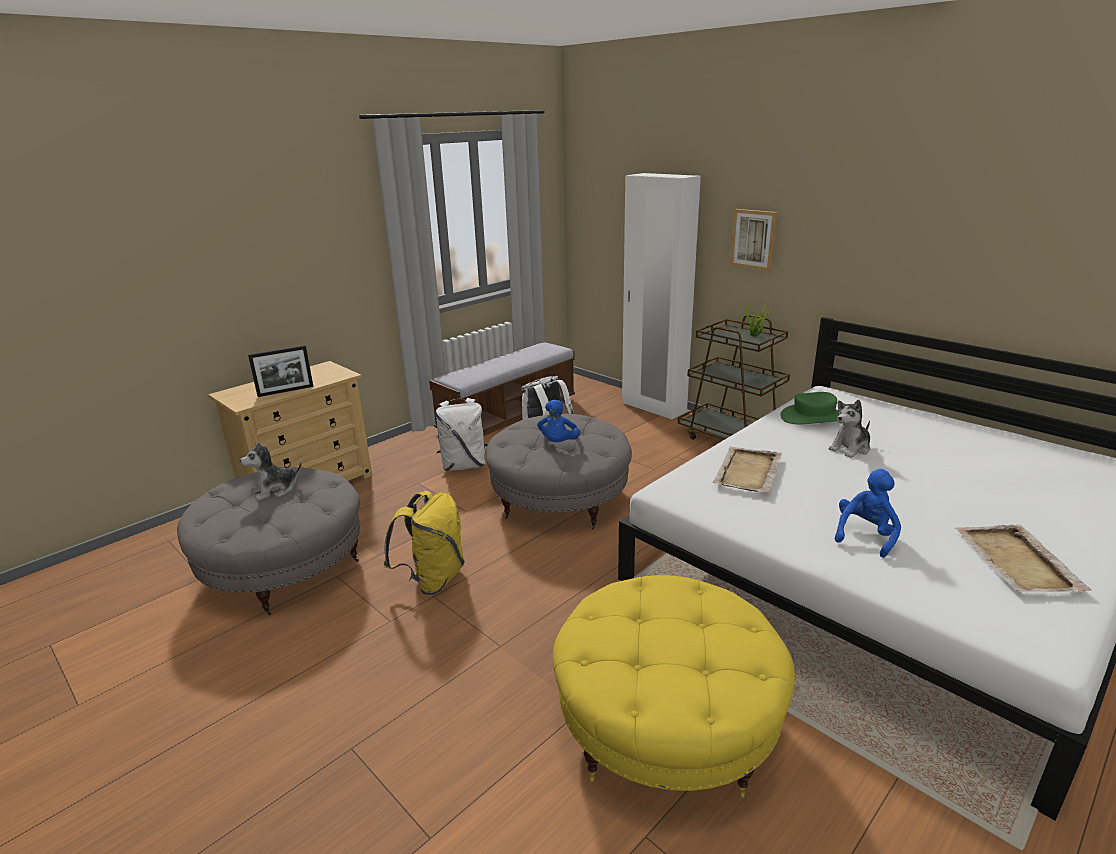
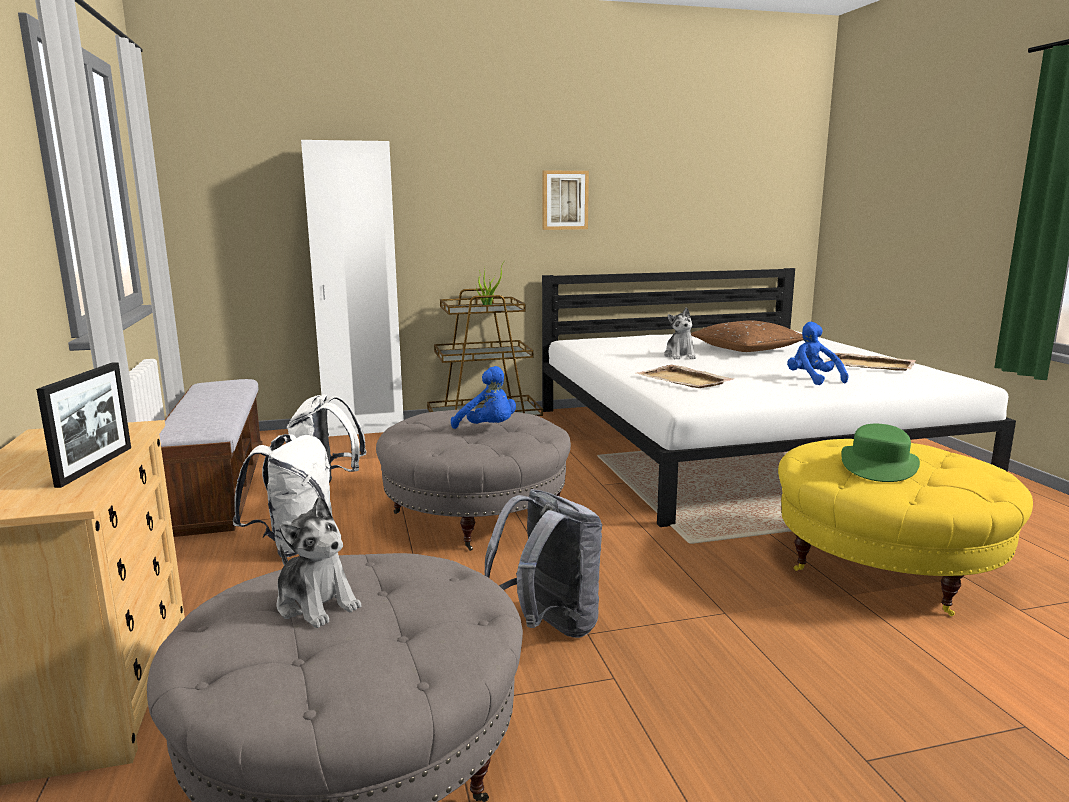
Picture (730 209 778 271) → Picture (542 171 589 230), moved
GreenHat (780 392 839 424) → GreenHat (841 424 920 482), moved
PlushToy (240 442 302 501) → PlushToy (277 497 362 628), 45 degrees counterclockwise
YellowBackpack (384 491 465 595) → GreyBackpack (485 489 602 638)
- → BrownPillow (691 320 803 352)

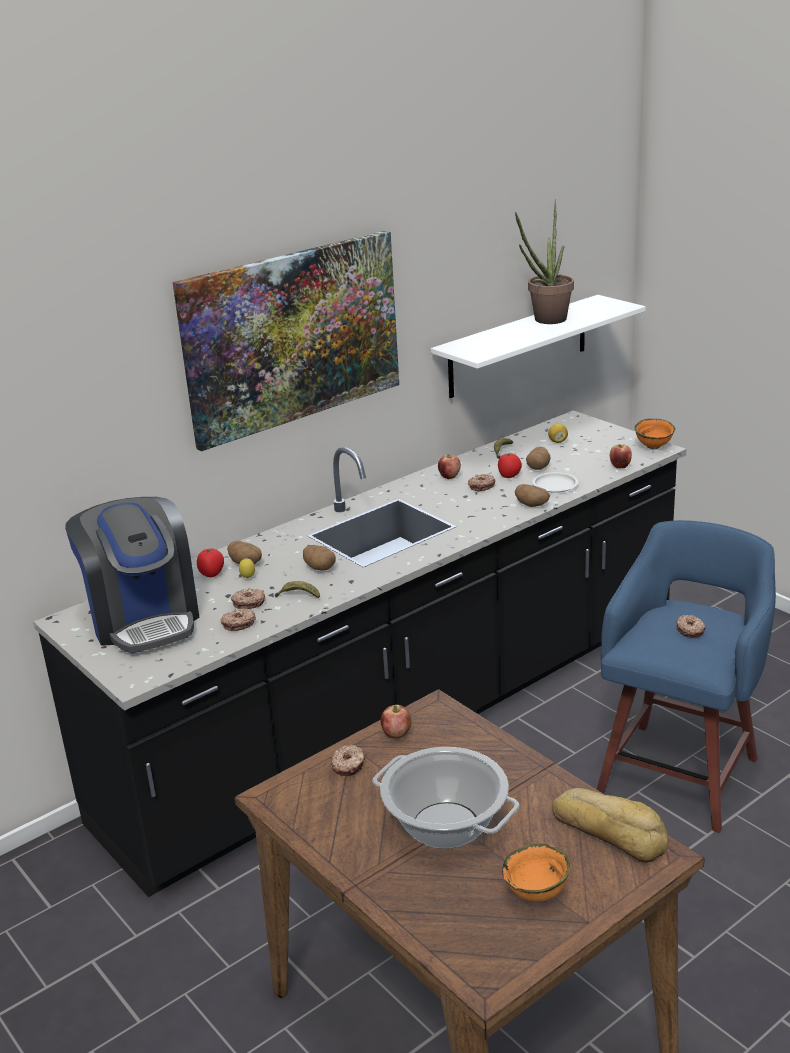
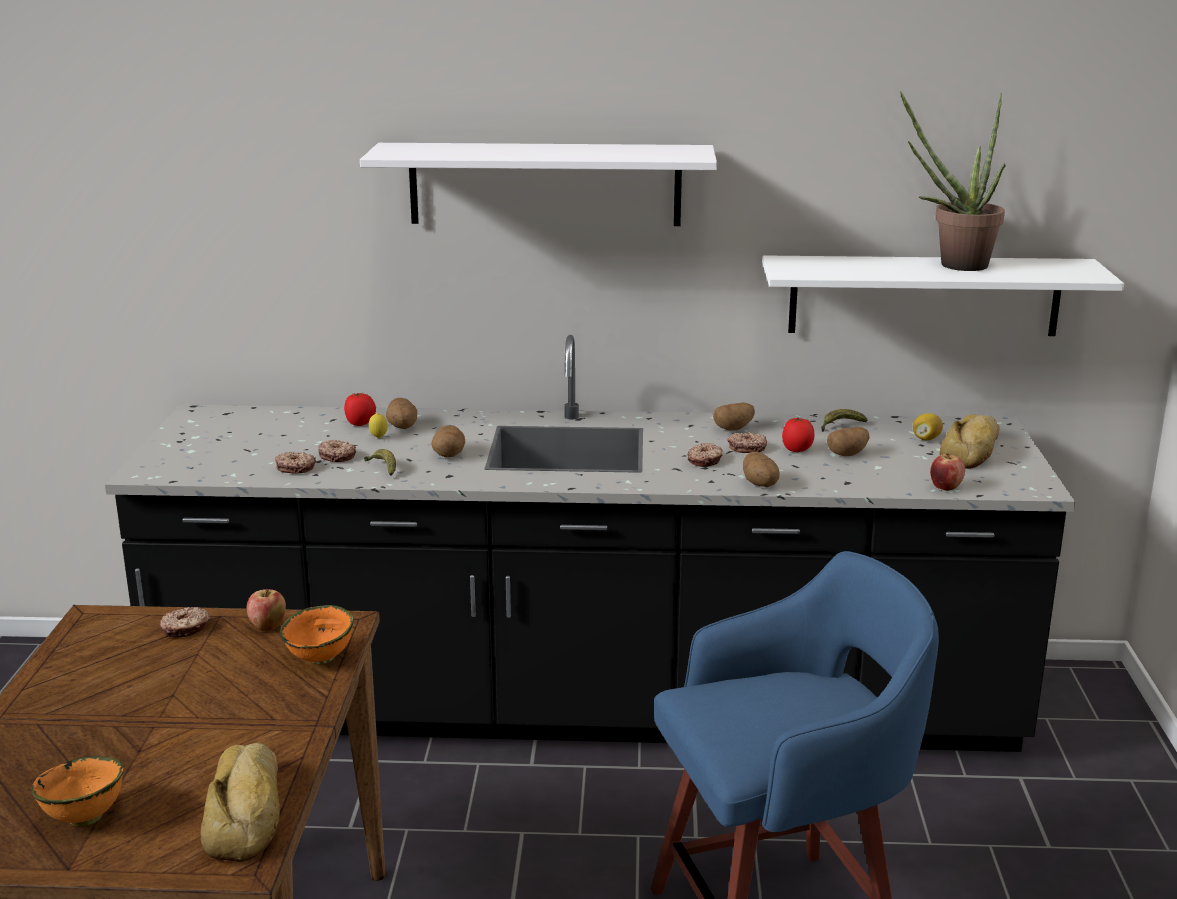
Picture (173 231 399 451) → WhiteShelf (360 143 717 226)
OrangeBowl (634 419 675 449) → OrangeBowl (279 605 354 664), moved
Apple (438 454 461 479) → Potato (713 403 755 431)
WhitePlate (532 472 578 493) → -
CoffeeMachine (65 497 200 654) → -
Donut (676 615 706 638) → Donut (687 443 723 467), moved
CookingPot (373 747 519 849) → -
- → Bread (940 414 999 469)

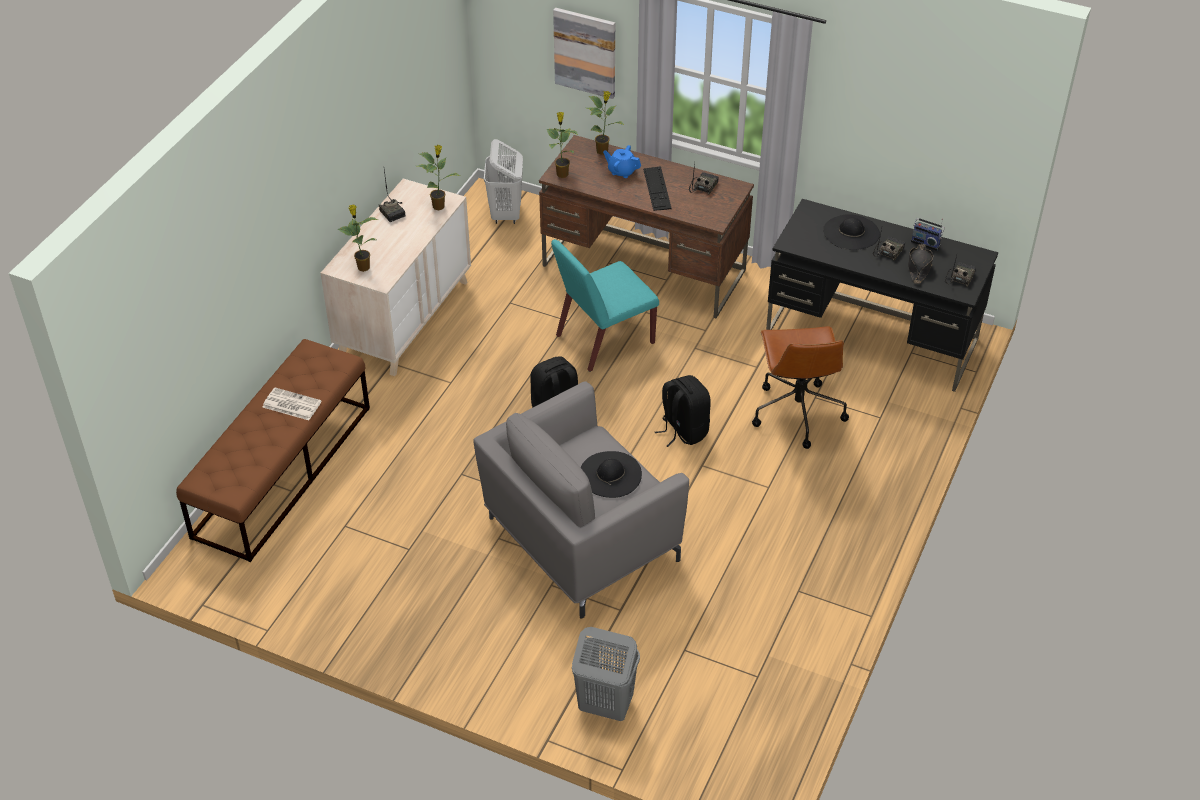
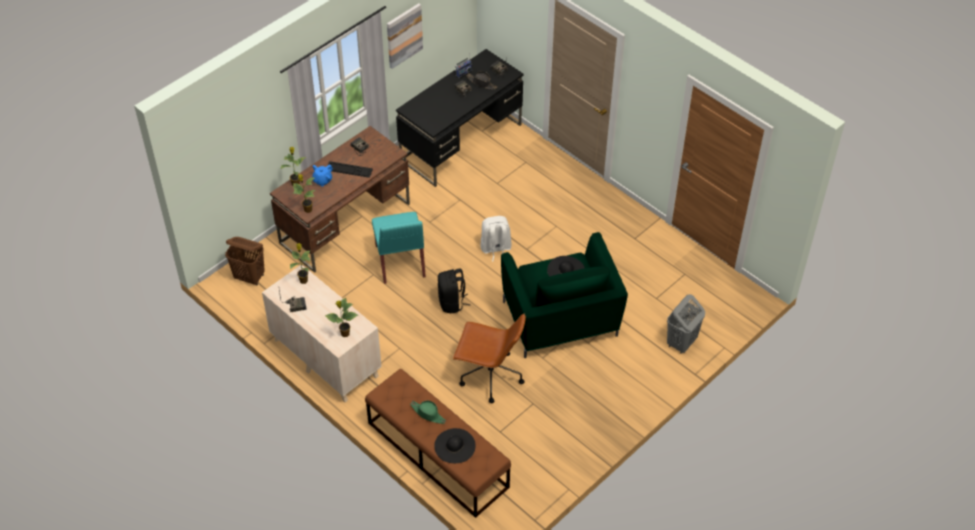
Picture (553 8 615 99) → Picture (387 3 423 69), moved
WhiteLaundryBasket (484 139 523 224) → BrownLaundryBasket (225 237 265 285)
BlackHat (823 214 880 250) → BlackHat (434 428 476 463), moved
BrownOfficeChair (752 326 849 449) → BrownOfficeChair (453 314 526 403), moved
BlackBackpack (655 375 711 447) → WhiteBackpack (480 216 512 262)
GreyArmchair (473 381 689 618) → GreenArmchair (501 232 628 358)
Newspaper (263 387 321 420) → GreenHat (410 400 446 424)

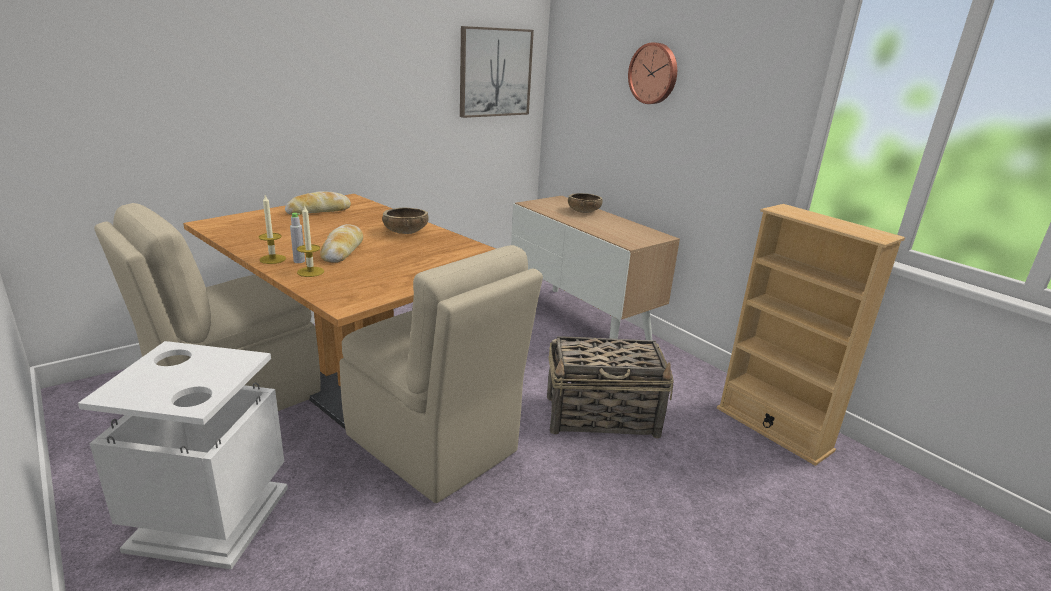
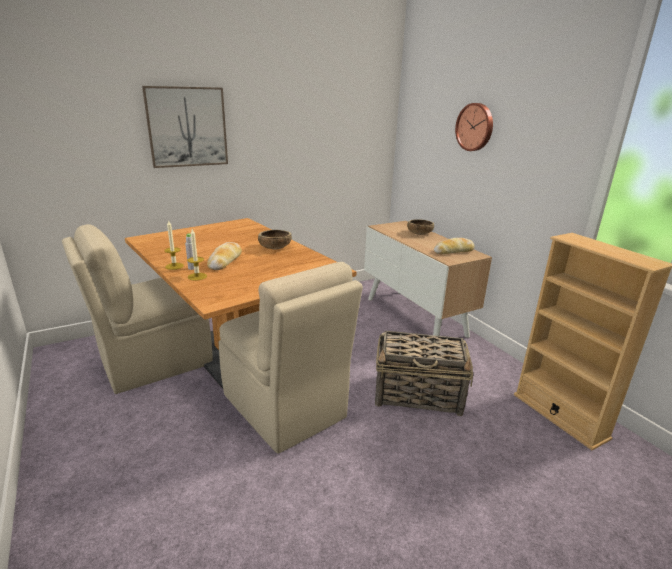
Picture (460 26 534 118) → Picture (142 86 228 168), moved
Bread (285 192 351 215) → Bread (434 238 475 254), moved
WhiteTrashCan (78 341 288 570) → -

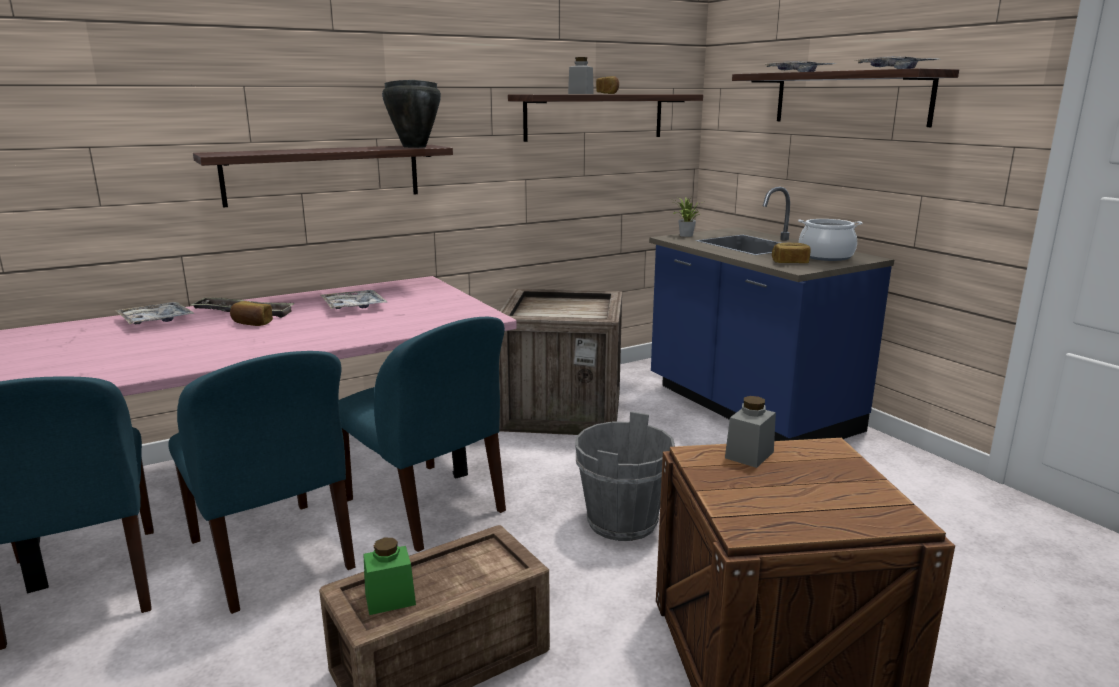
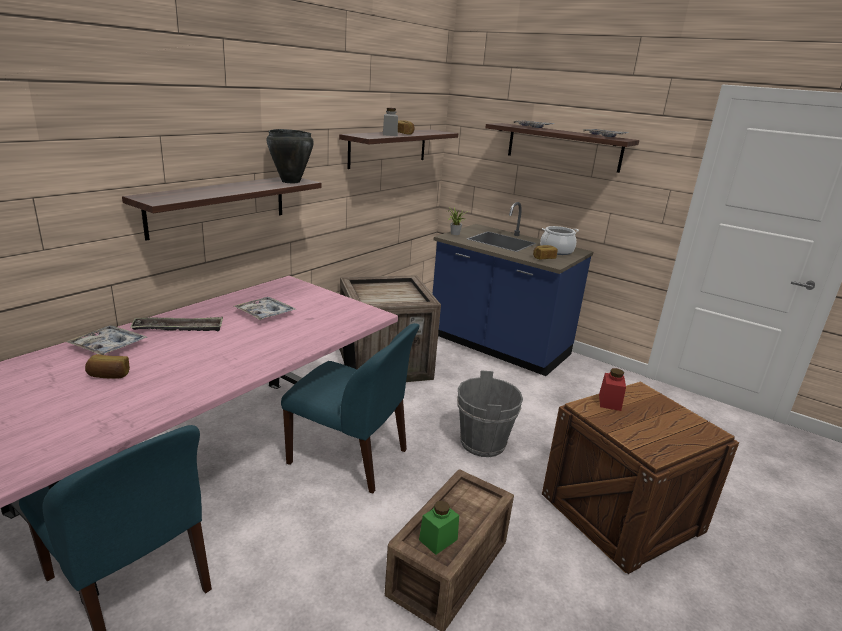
Bread (230 301 273 326) → Bread (85 354 130 379), moved
BlueChair (168 351 355 614) → -
GreyJar (725 396 776 468) → RedJar (599 368 626 411)

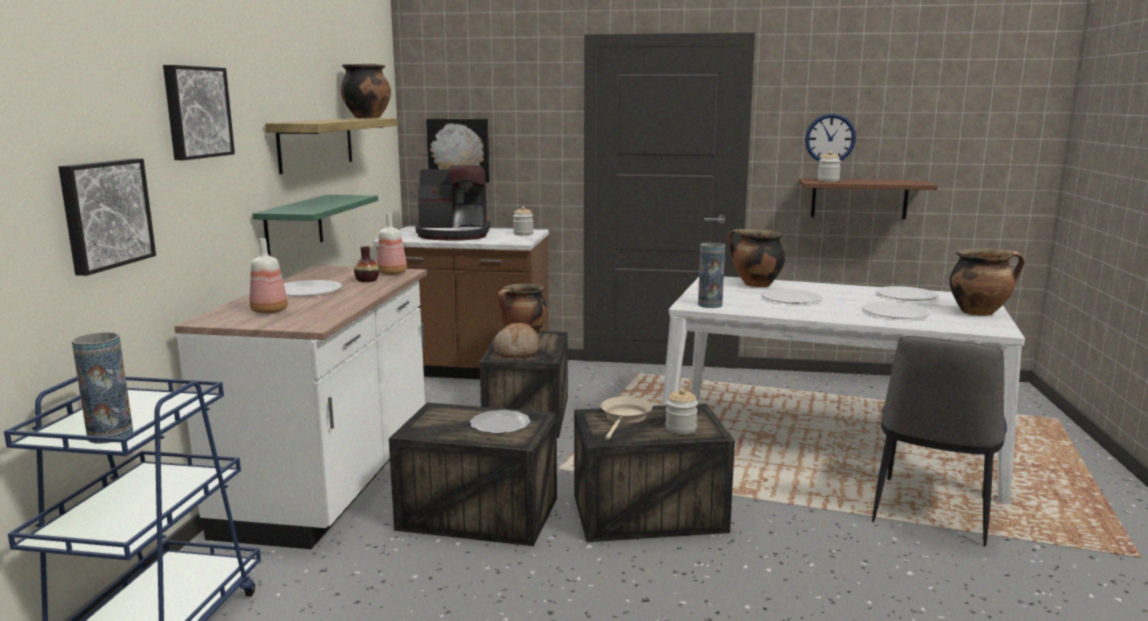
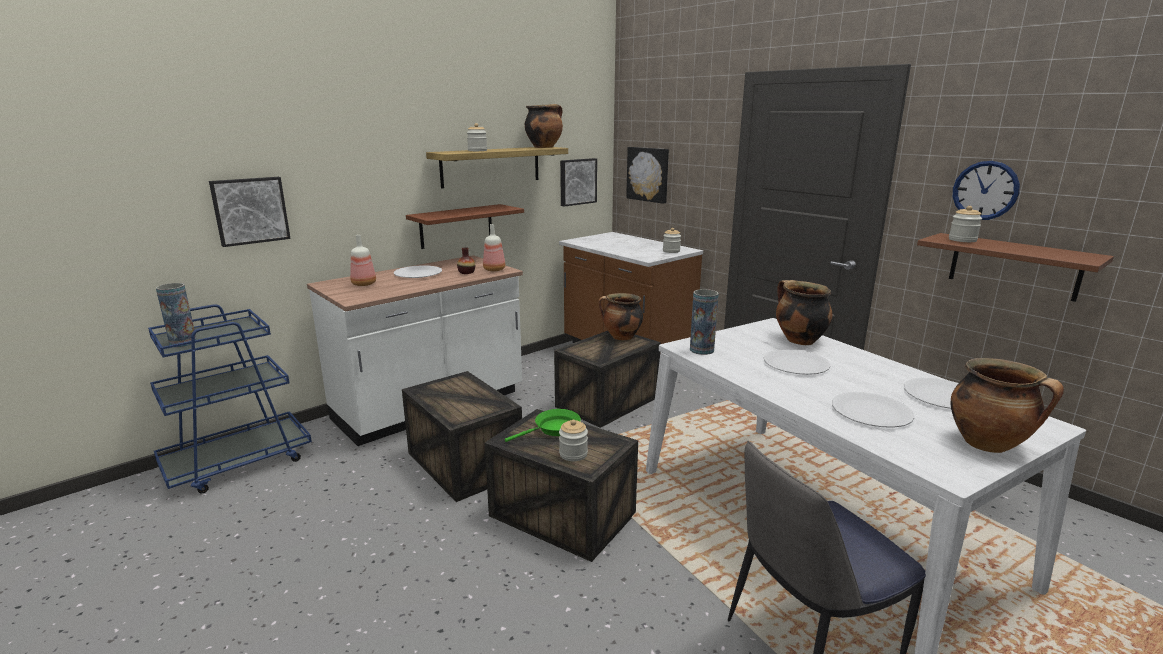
Picture (163 65 235 160) → Picture (560 158 597 207), moved
CoffeeMachine (416 165 490 241) → -
GreenShelf (252 195 378 256) → BrownShelf (406 204 524 249)
Bread (493 323 539 358) → -
BeigeFryingPan (601 397 653 440) → GreenFryingPan (505 409 581 442)
Plate (470 410 531 434) → -
- → Jar (467 123 487 151)

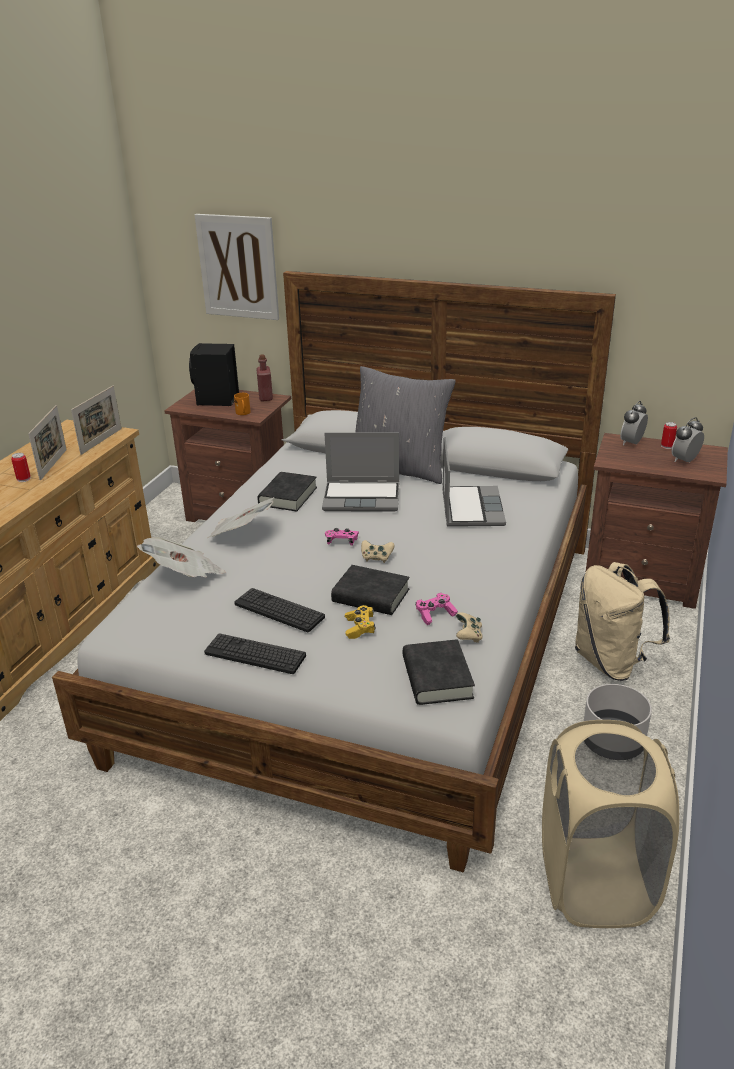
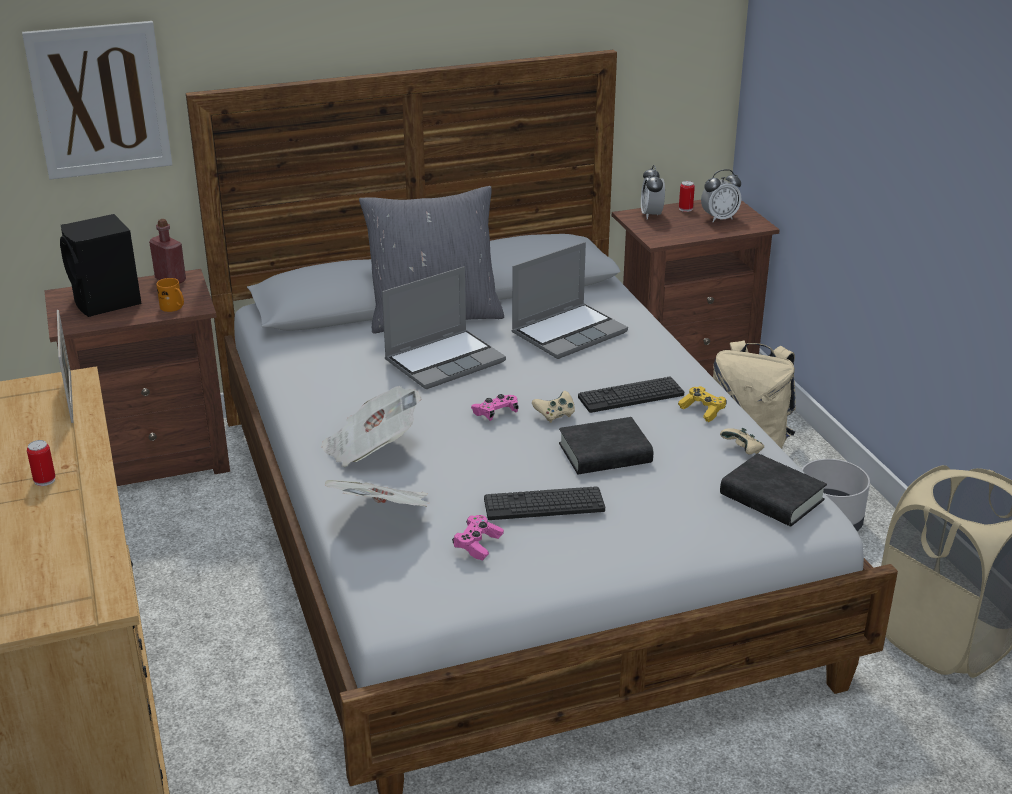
PictureFrame (28 405 67 480) → -
AlarmClock (672 417 704 463) → AlarmClock (701 169 741 222), 120 degrees counterclockwise
Laptop (442 437 506 527) → Laptop (512 242 628 359), 90 degrees clockwise
BlackBook (257 472 317 512) → -
PinkGameController (416 593 458 625) → PinkGameController (452 515 504 560), moved
YellowGameController (345 605 375 639) → YellowGameController (678 386 727 422), moved
Keyboard (204 633 306 674) → Keyboard (578 377 684 413), moved

